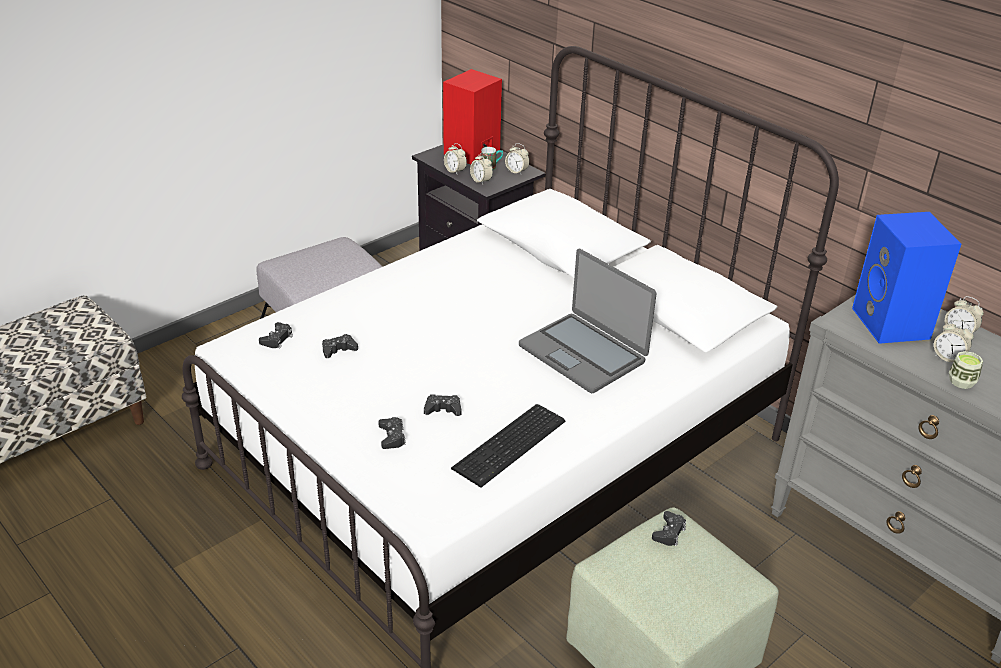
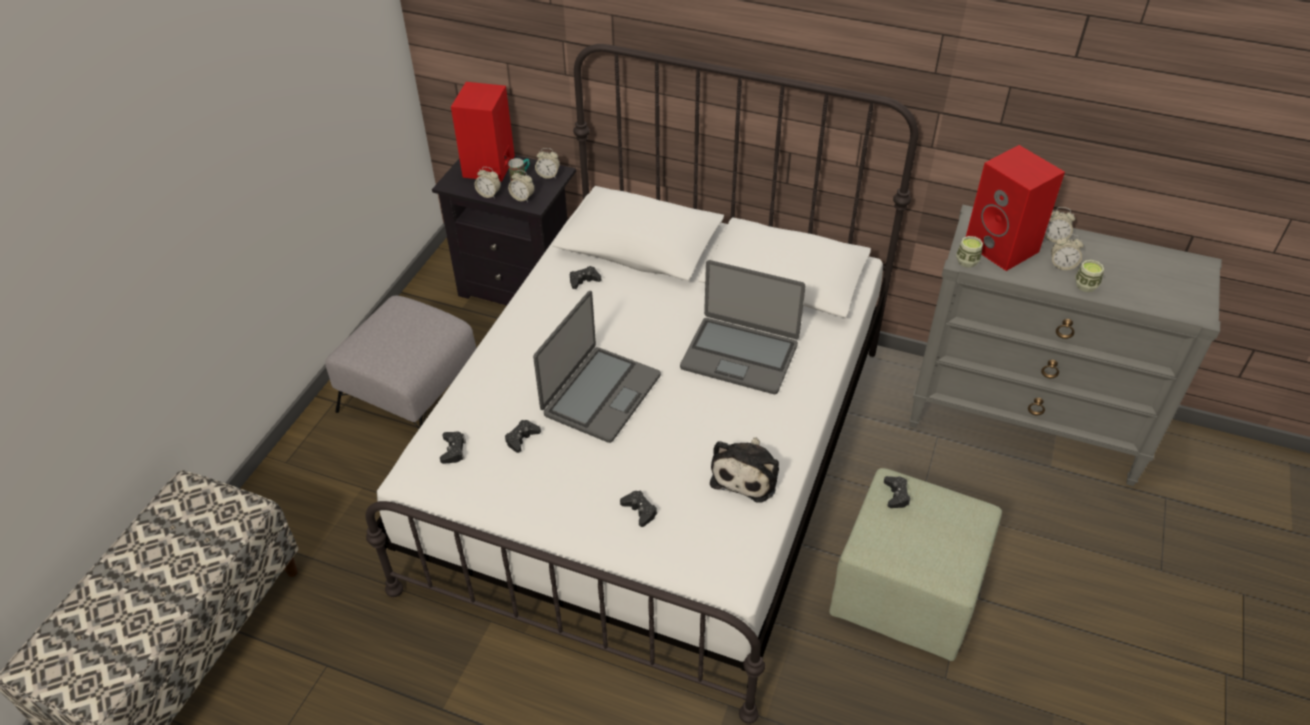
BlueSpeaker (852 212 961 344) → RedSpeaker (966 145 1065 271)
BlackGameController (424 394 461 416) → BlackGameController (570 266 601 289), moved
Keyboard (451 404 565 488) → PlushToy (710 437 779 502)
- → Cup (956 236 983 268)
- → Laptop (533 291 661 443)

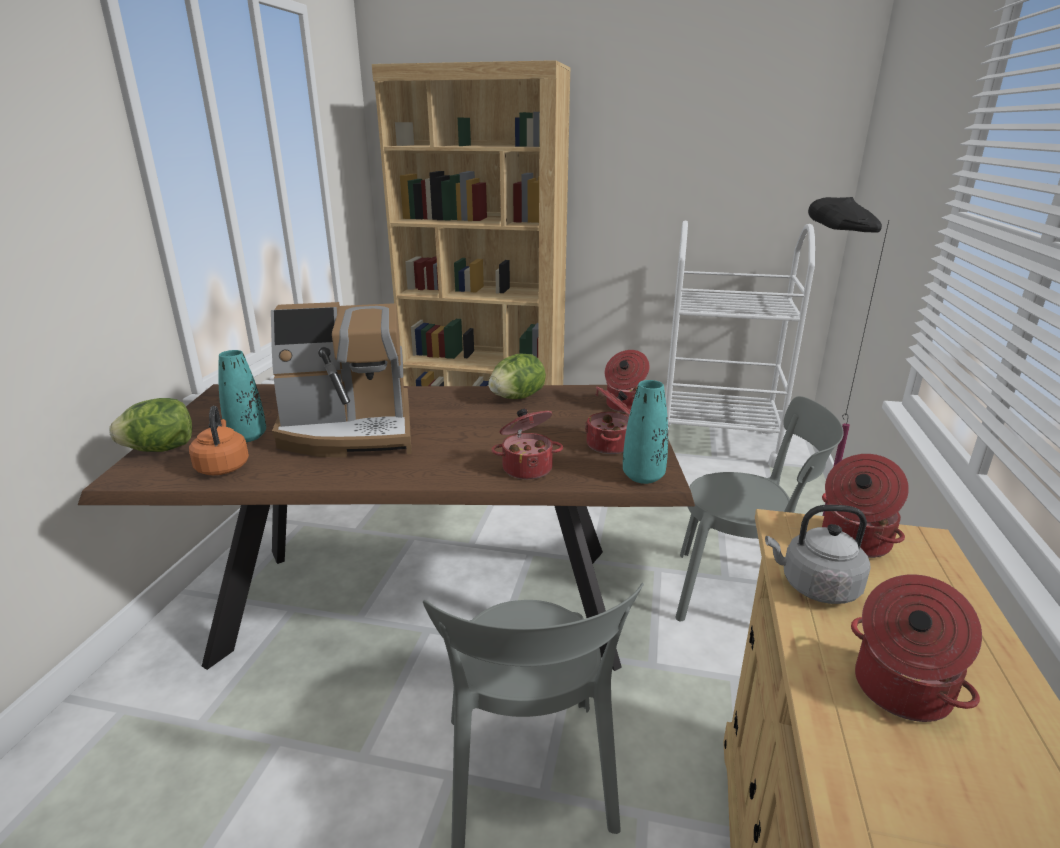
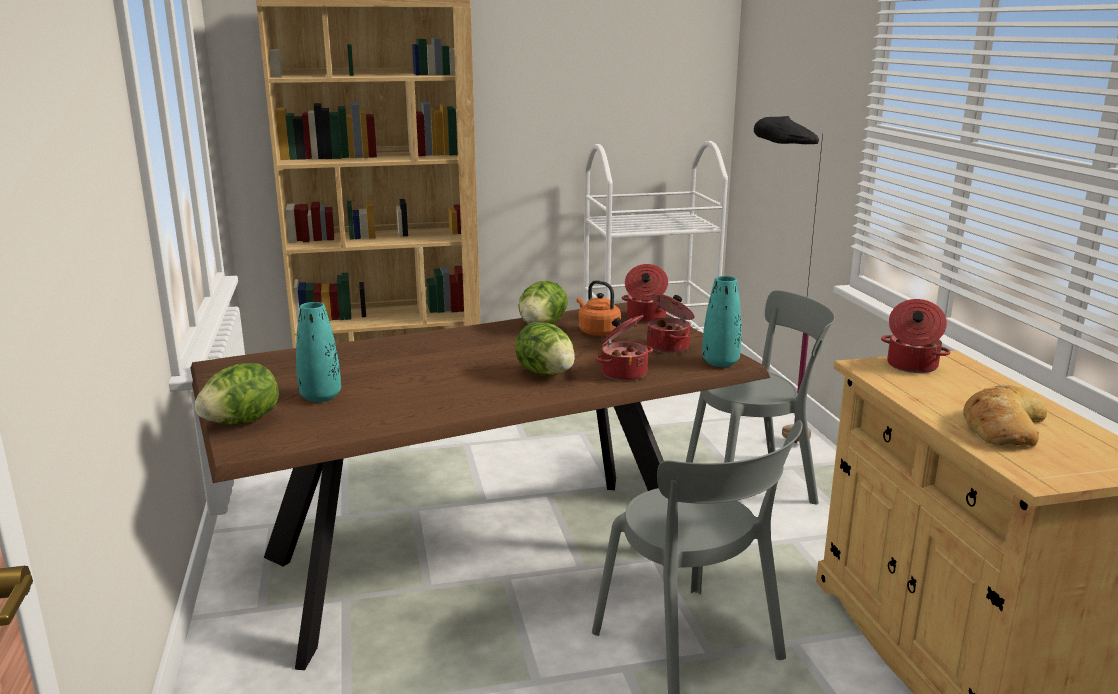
CoffeeMachine (271 302 412 457) → -
OrangeKettle (189 406 249 475) → OrangeKettle (577 280 621 336), moved
GreyKettle (765 505 871 604) → -
CookingPot (851 574 982 722) → Bread (963 384 1047 446)
- → Lettuce (515 322 575 376)

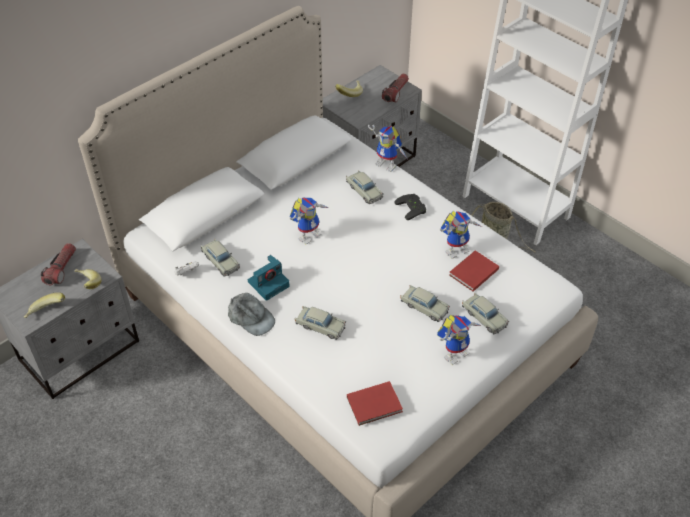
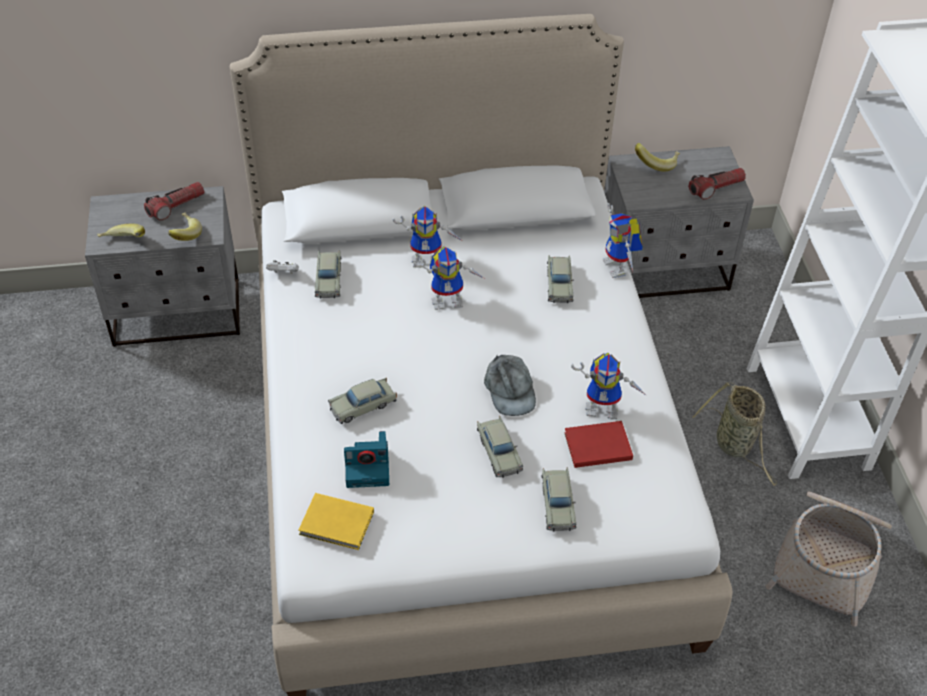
BlackGameController (394 194 426 220) → -
PhotoCamera (248 255 290 301) → PhotoCamera (344 431 389 488), moved
GreyCap (228 293 275 336) → GreyCap (484 355 536 416), moved
BeigeToyCar (295 306 346 340) → BeigeToyCar (328 378 397 424), 90 degrees clockwise
ToyRobot (437 315 482 365) → ToyRobot (393 205 463 267), moved
RedBook (347 381 403 426) → YellowBook (298 493 374 550)
- → Basket (766 491 892 627)

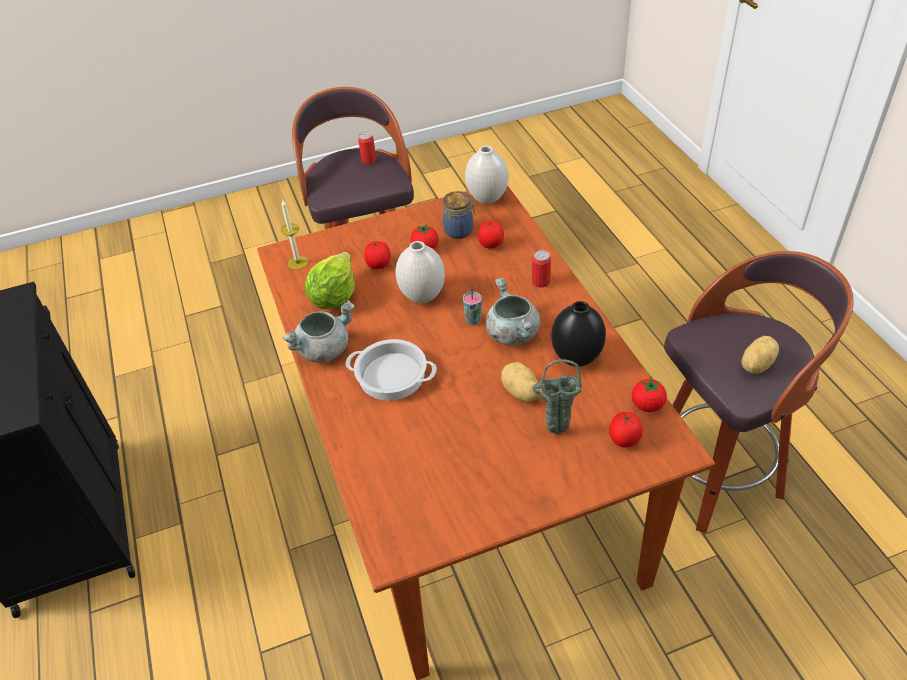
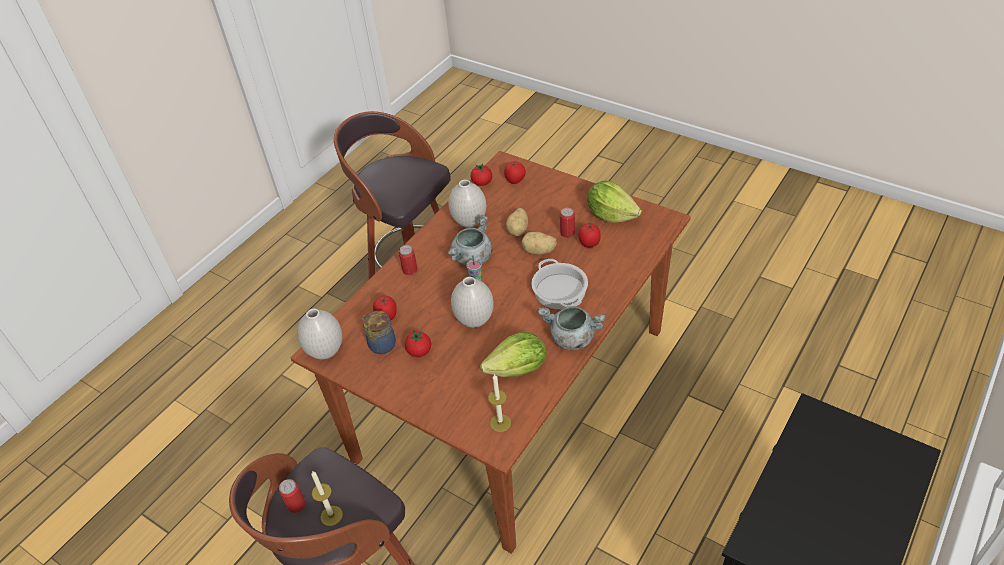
Tomato (364 241 391 269) → Tomato (578 223 601 247), moved
BlackVase (551 301 606 367) → WhiteVase (448 180 486 228)
Potato (741 336 779 374) → Potato (521 232 557 255), moved
GreenVase (532 359 582 434) → -
- → Lettuce (587 181 642 223)
- → Can (560 207 575 237)
- → Candle (311 471 343 526)

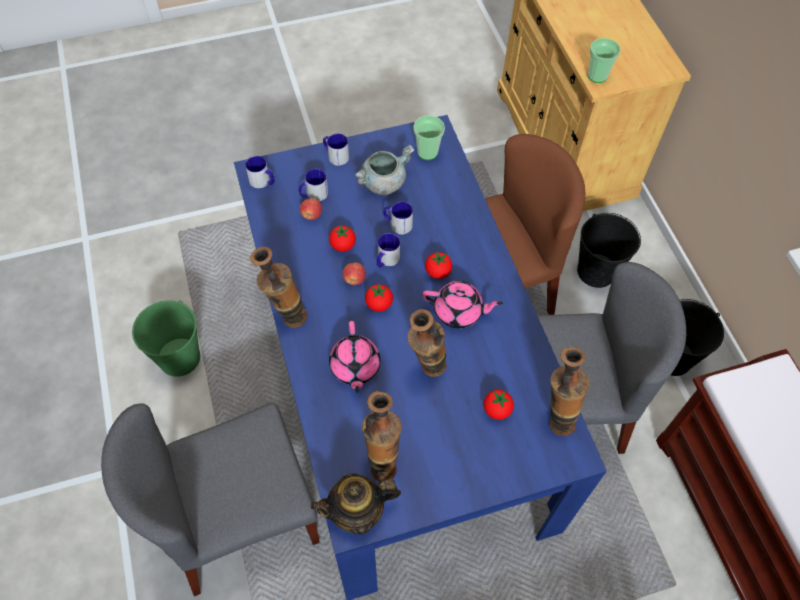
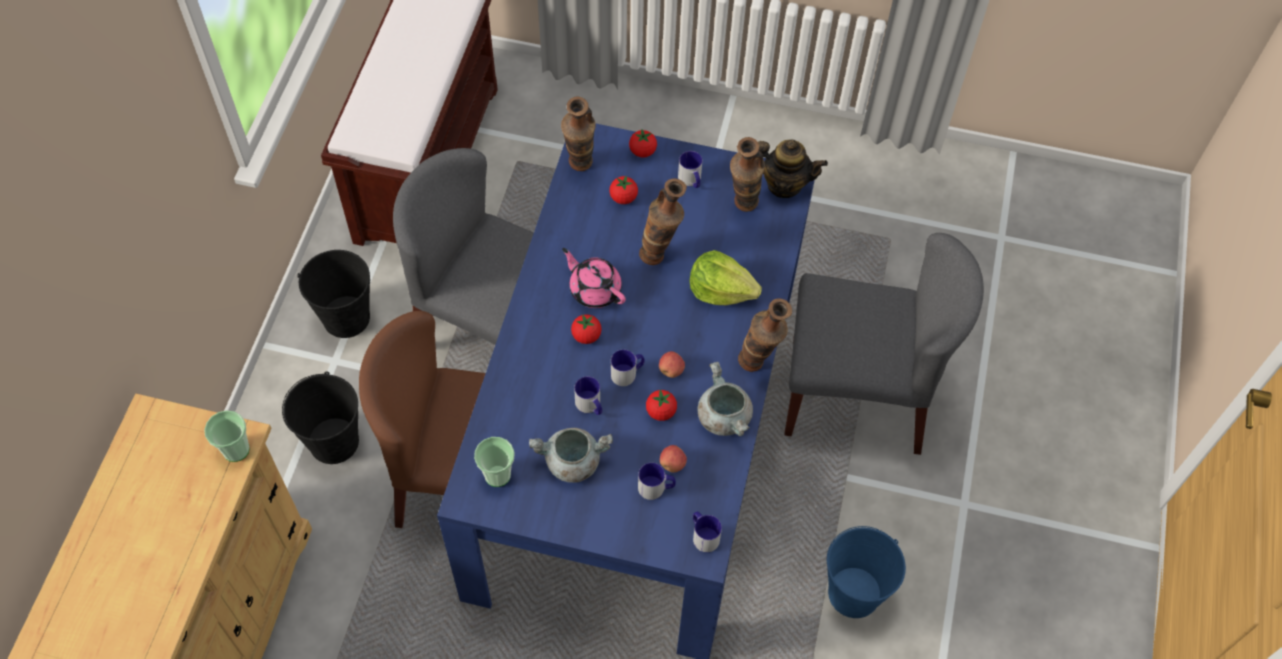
Mug (323 133 349 166) → Mug (678 151 702 188), moved
Tomato (365 284 393 312) → Tomato (629 129 657 158), moved
GreenBucket (132 300 200 377) → BlueBucket (827 526 906 618)
PinkTeapot (329 321 381 393) → Lettuce (690 250 762 305)
- → GreyCookingPot (698 362 753 436)

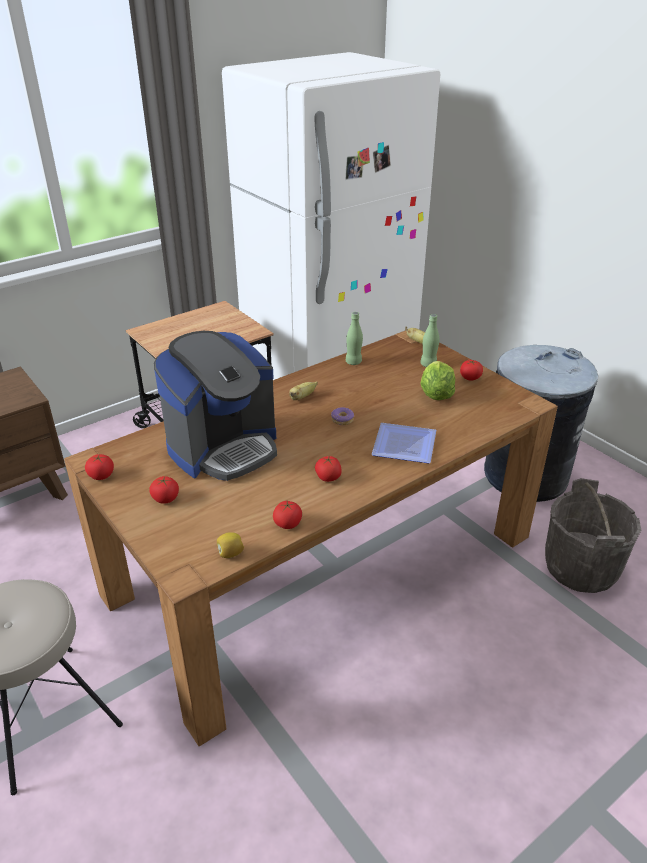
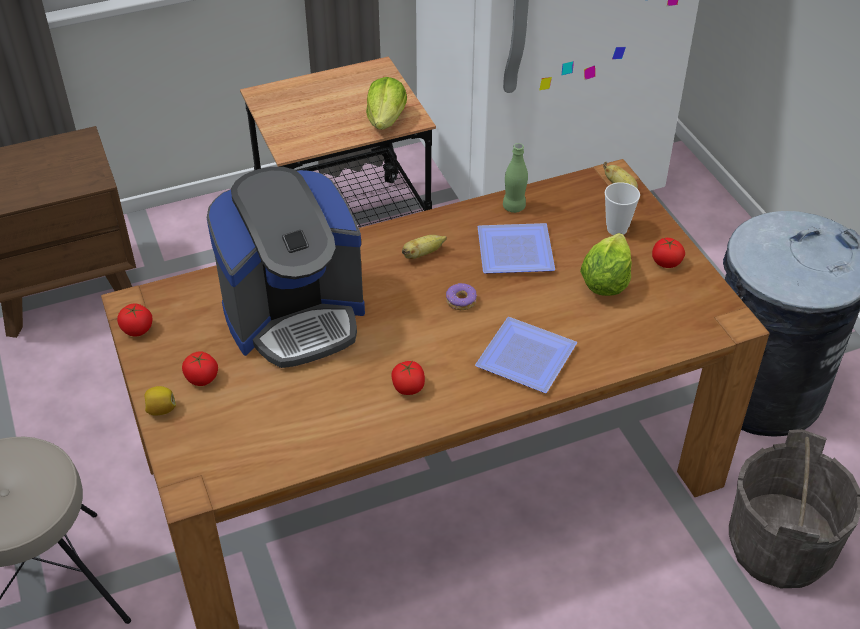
GreenBottle (420 314 439 367) → Cup (605 182 640 235)
Tomato (273 501 302 529) → -
Lemon (217 532 244 558) → Lemon (144 386 176 415), moved
- → Lettuce (366 77 407 130)
- → Plate (477 223 555 273)

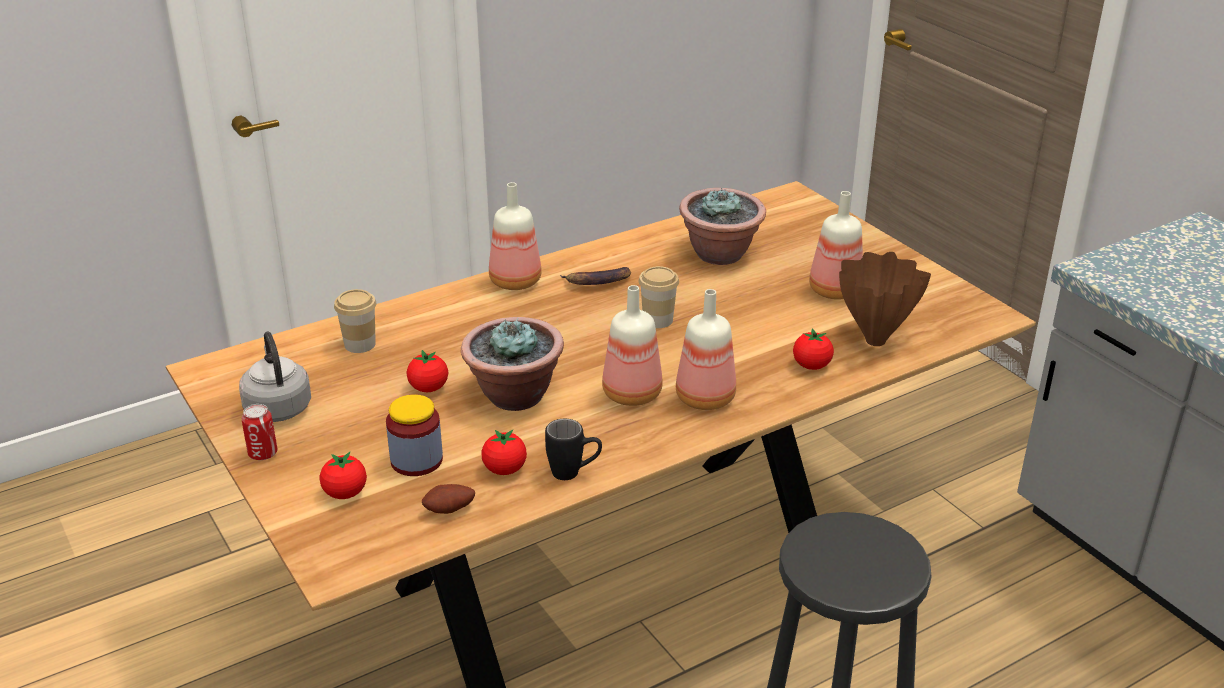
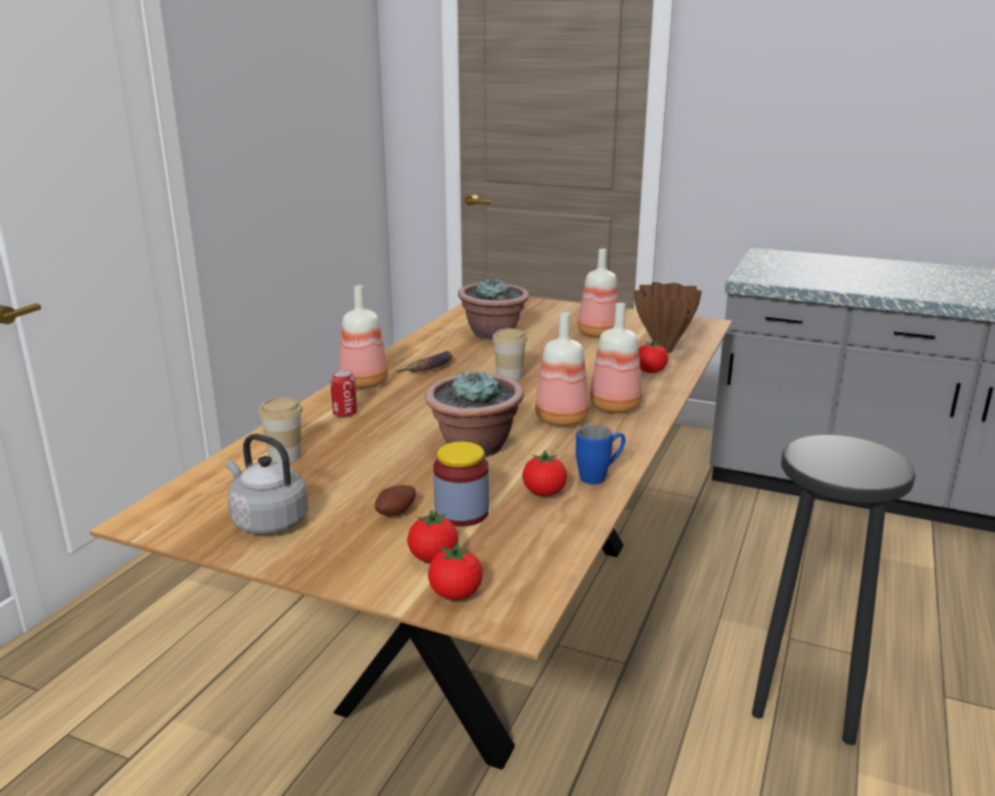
Tomato (407 350 448 392) → Tomato (428 543 483 600), moved
Can (242 404 278 460) → Can (330 370 357 418), moved
BlackMug (545 419 602 480) → BlueMug (576 425 625 484)
Potato (422 484 475 514) → Potato (375 485 416 516), moved

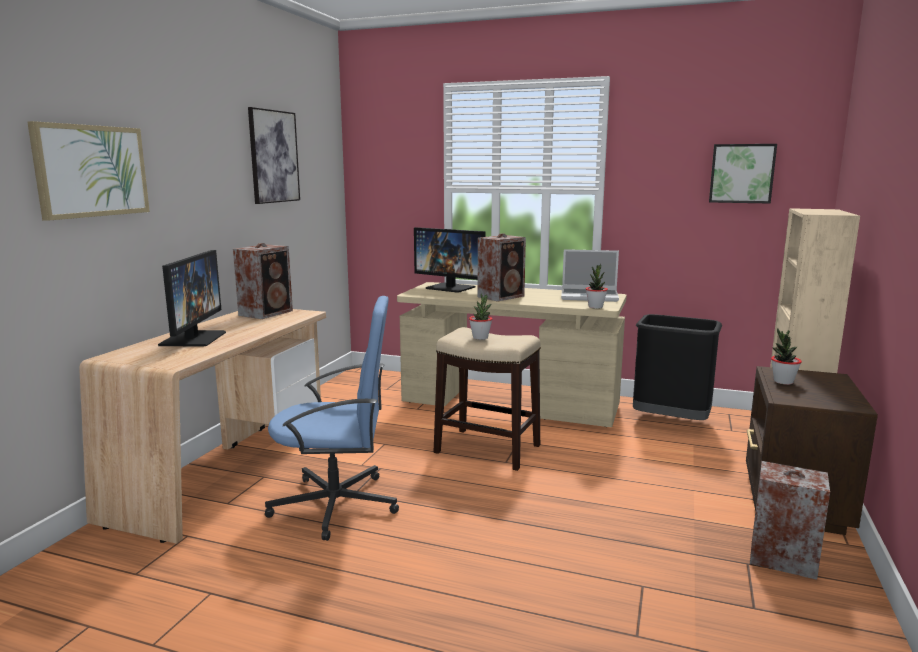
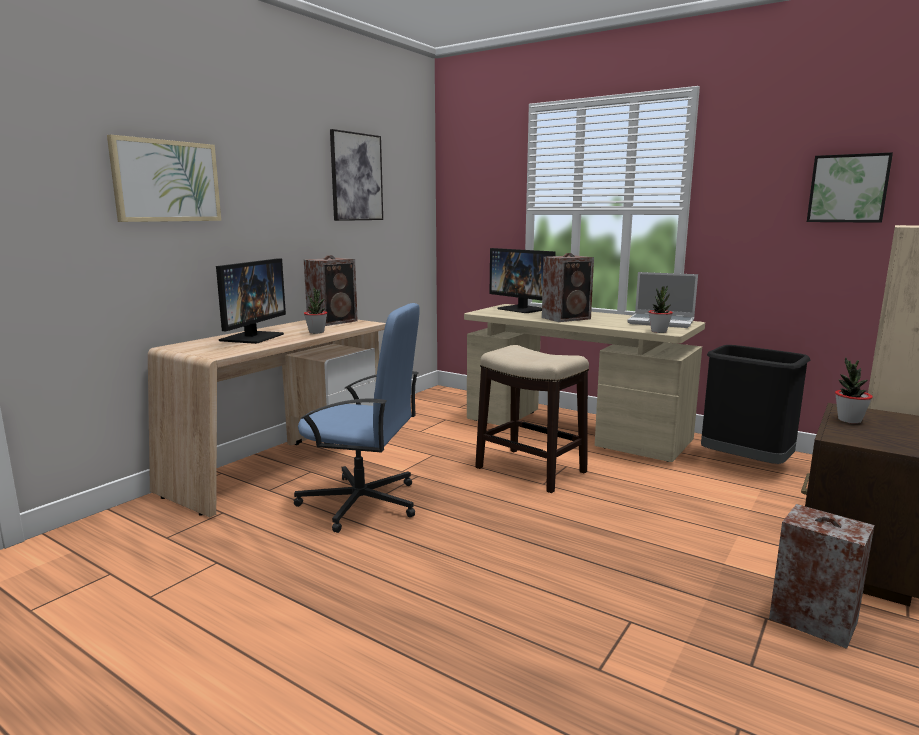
PottedPlant (469 293 492 340) → PottedPlant (304 288 327 334), moved

